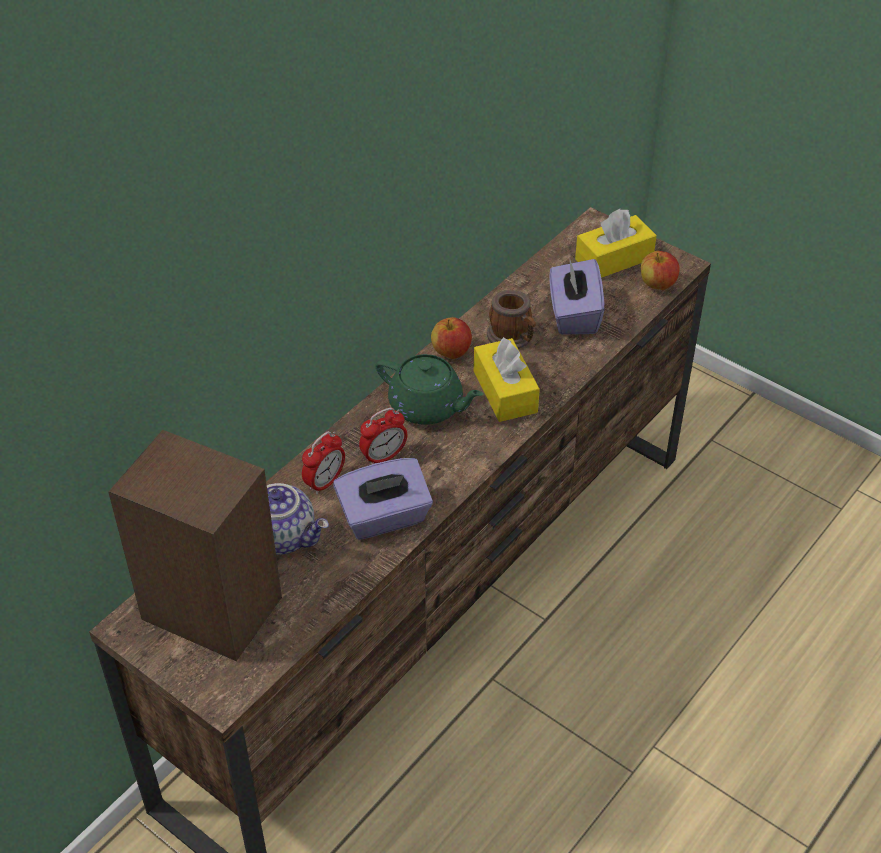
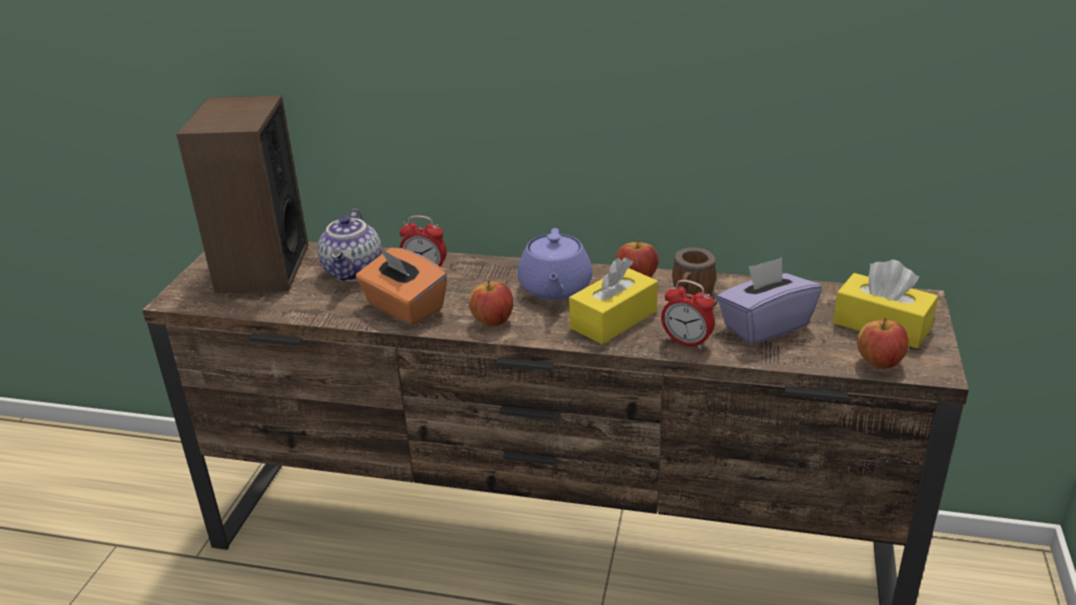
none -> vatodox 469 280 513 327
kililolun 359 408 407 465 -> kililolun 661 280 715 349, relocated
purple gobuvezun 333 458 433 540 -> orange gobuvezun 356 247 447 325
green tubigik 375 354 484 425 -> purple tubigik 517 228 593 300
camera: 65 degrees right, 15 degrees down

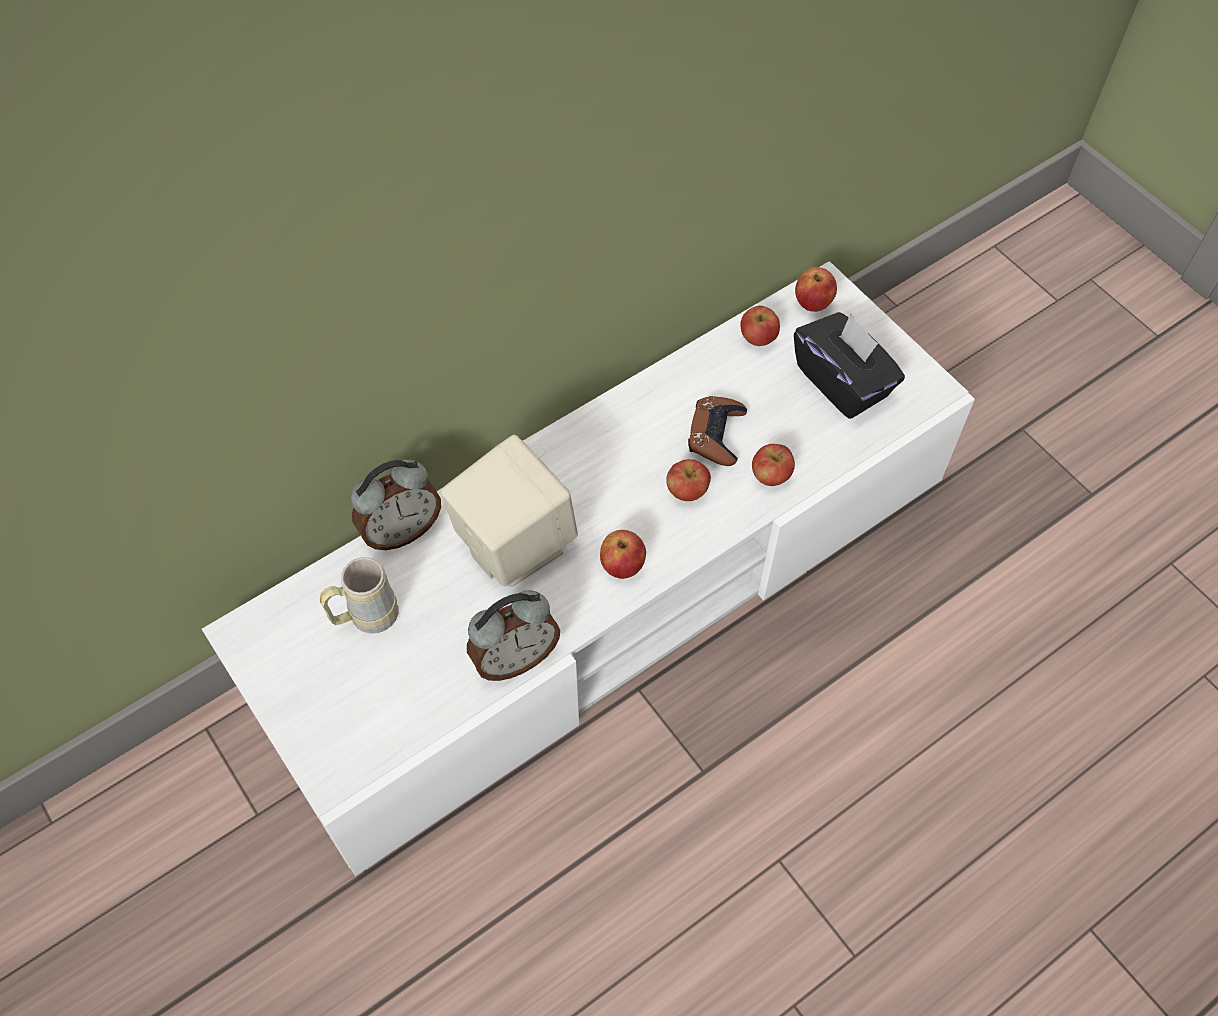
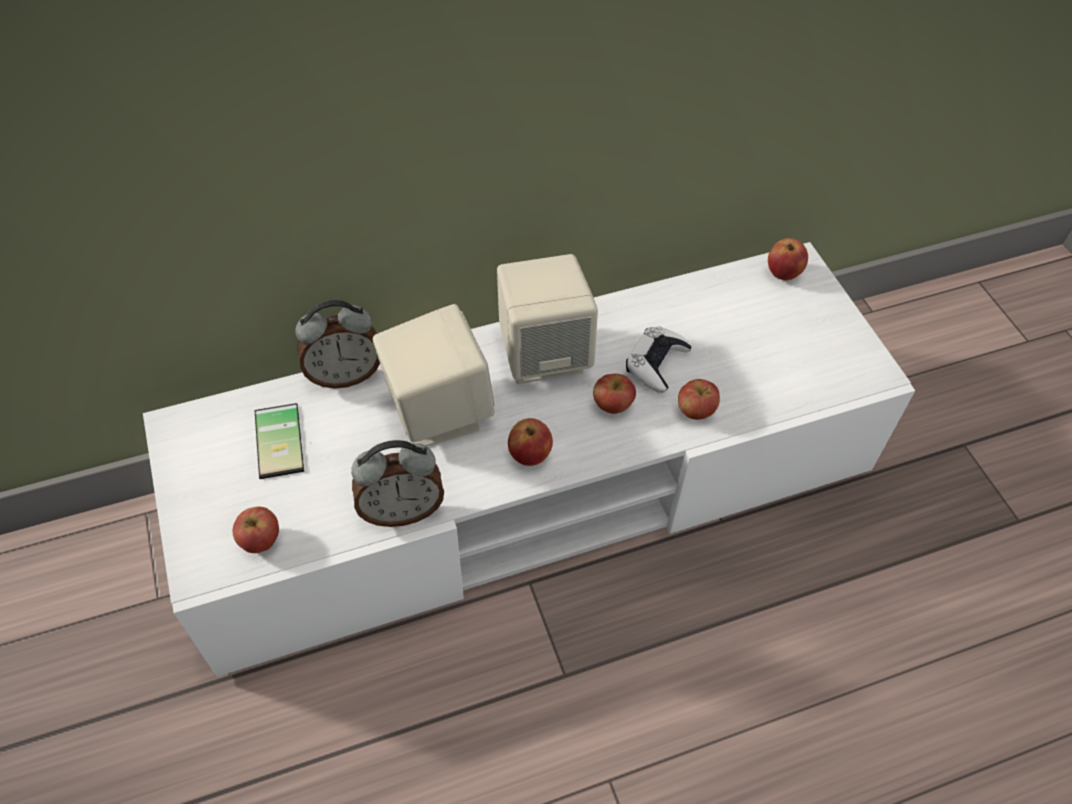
black gobuvezun 794 312 905 419 -> none
none -> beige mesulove 497 254 598 384
vatodox 740 306 780 346 -> vatodox 233 506 279 553, relocated
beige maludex 320 557 398 634 -> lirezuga 254 403 311 479
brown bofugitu 688 396 747 466 -> white bofugitu 626 326 691 393
camera: 15 degrees right, 5 degrees down

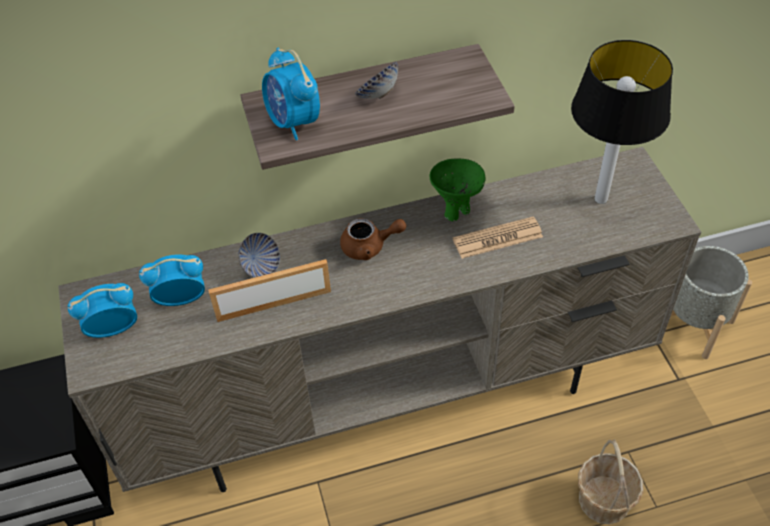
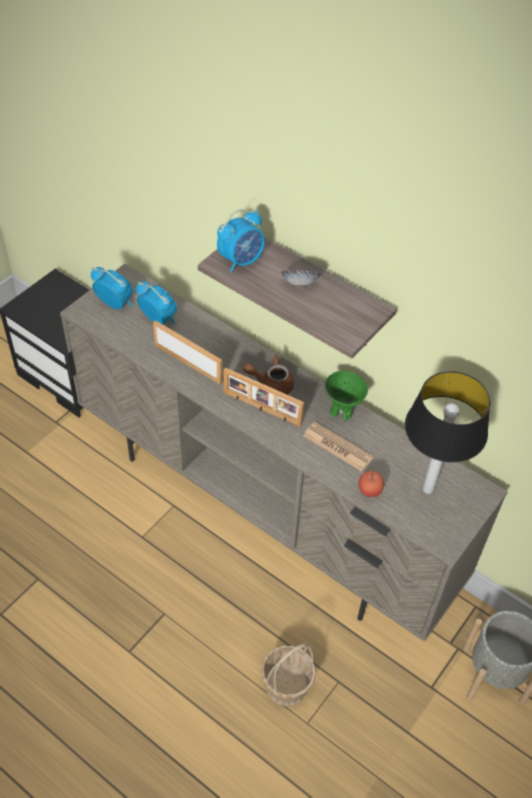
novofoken 238 233 280 278 -> none
none -> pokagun 224 368 304 427
none -> vatodox 359 471 384 497
kililolun 262 47 320 140 -> kililolun 217 210 265 273, 150 degrees counterclockwise
brown tubigik 340 218 406 260 -> brown tubigik 243 355 294 394, 135 degrees clockwise
camera: 50 degrees right, 0 degrees up

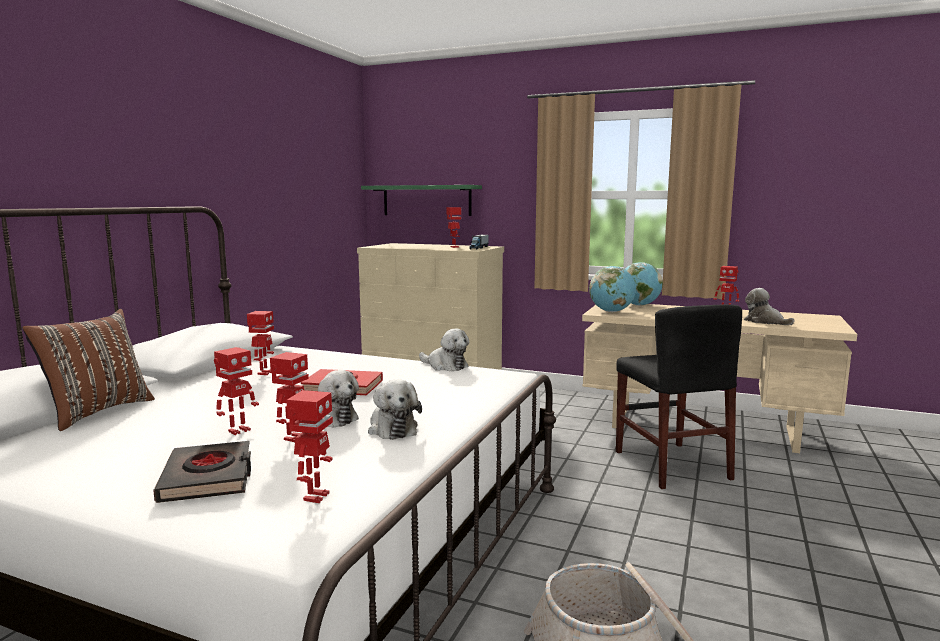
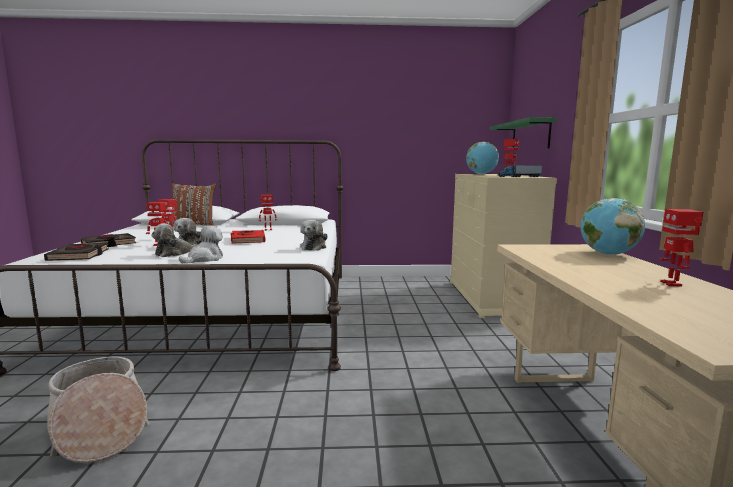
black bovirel 616 305 742 489 -> none
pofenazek 589 266 636 312 -> pofenazek 466 142 499 174, relocated
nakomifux 744 288 795 325 -> nakomifux 179 225 223 264, relocated
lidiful 287 390 333 503 -> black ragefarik 44 243 109 261
camera: 65 degrees right, 0 degrees up

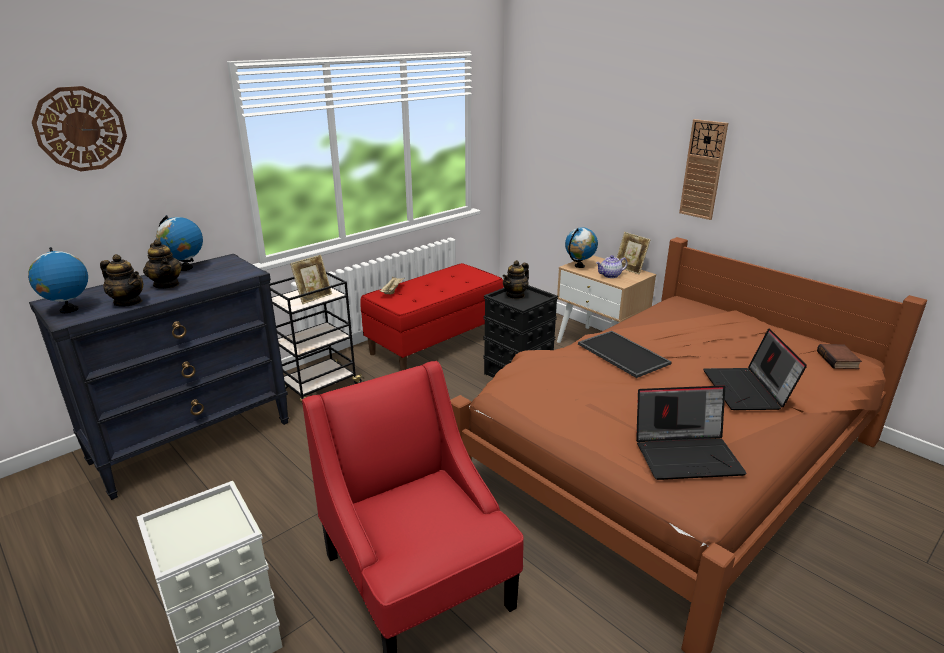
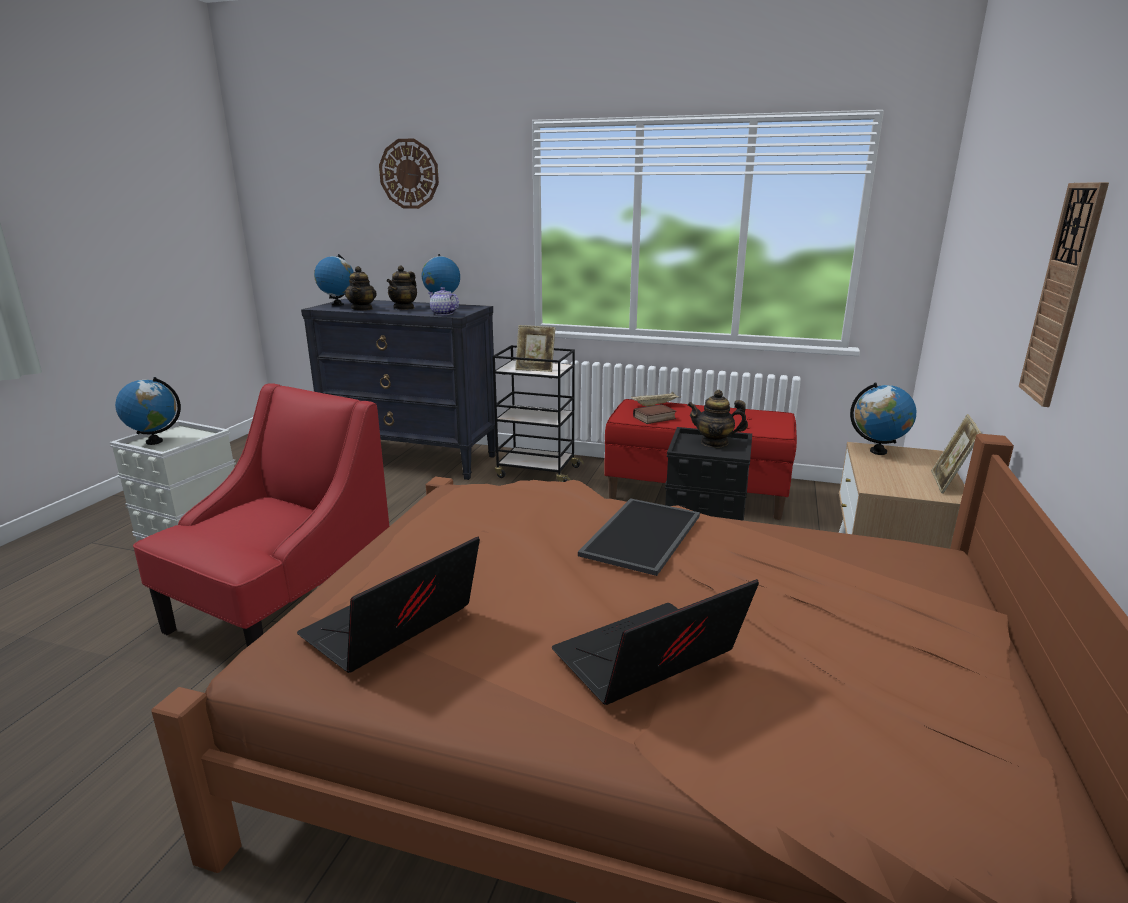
none -> pofenazek 115 377 181 445
tubigik 596 255 627 278 -> tubigik 428 287 459 315, relocated
ragefarik 817 344 862 369 -> ragefarik 633 404 676 424, relocated
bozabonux 636 386 747 480 -> bozabonux 297 537 480 673, 75 degrees clockwise
camera: 60 degrees right, 5 degrees down

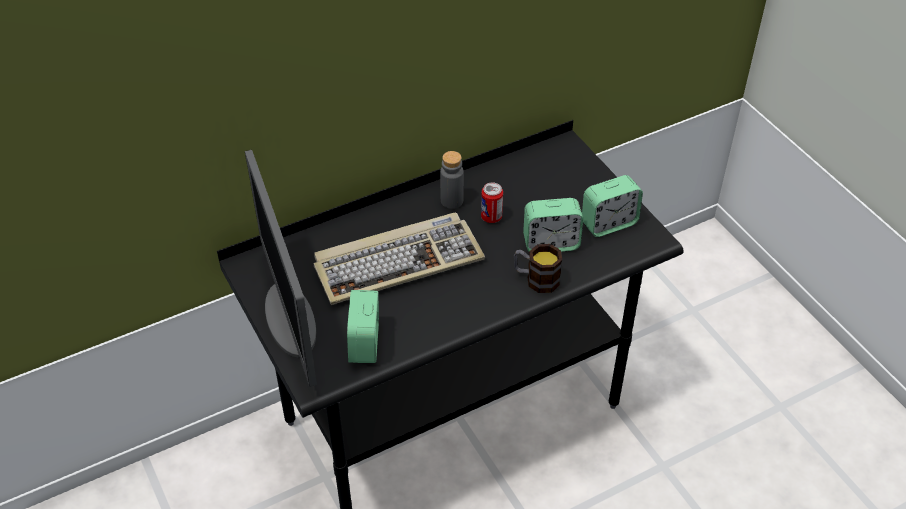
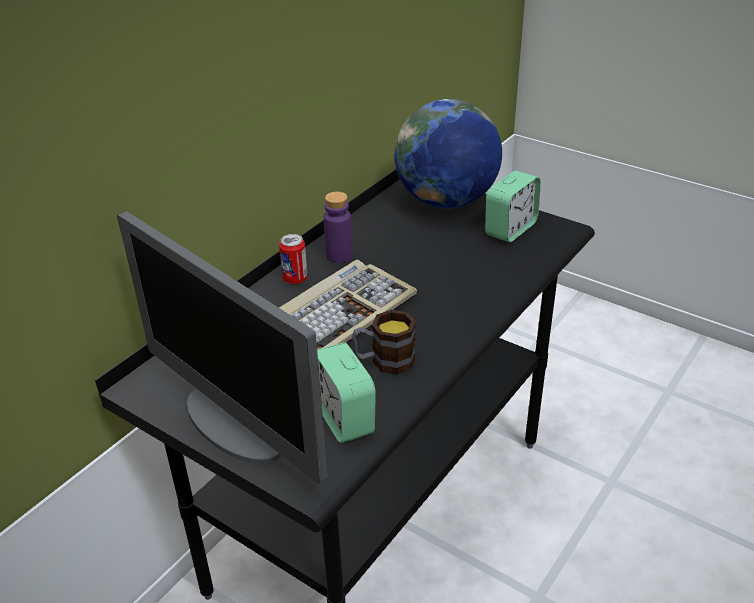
kililolun 523 198 583 252 -> none
none -> pofenazek 394 99 502 208
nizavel 481 183 503 223 -> nizavel 279 234 308 284, relocated
maludex 514 244 562 293 -> maludex 352 310 416 375, relocated
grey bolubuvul 440 151 464 209 -> purple bolubuvul 324 192 353 263
camera: 25 degrees left, 10 degrees down

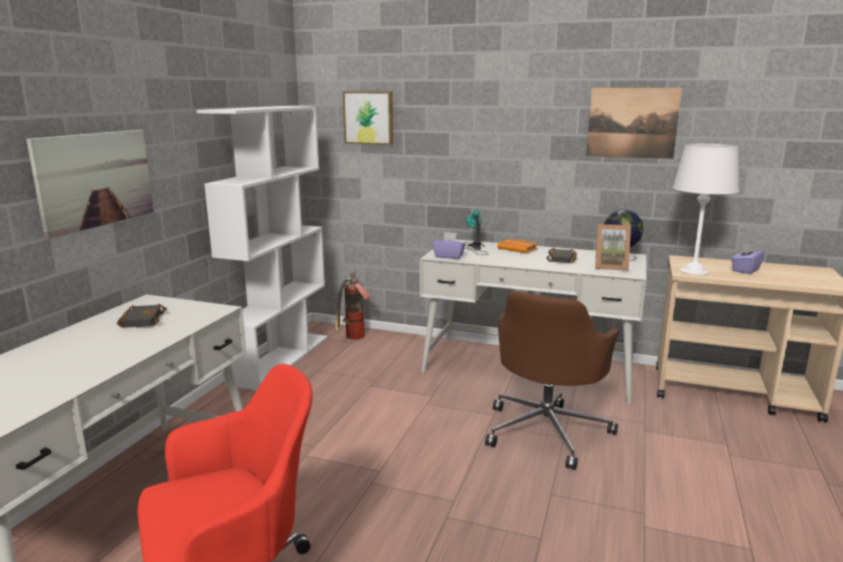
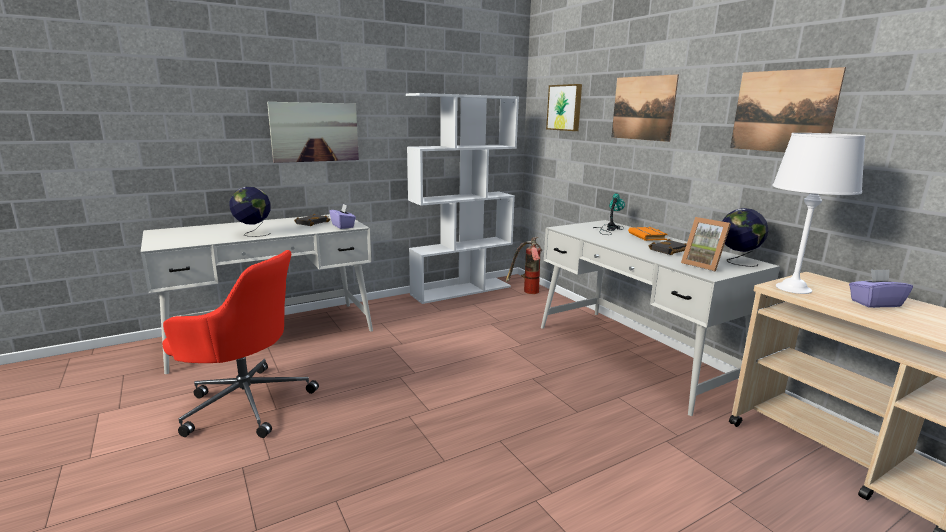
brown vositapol 485 291 620 470 -> none
none -> pofenazek 230 187 271 237
none -> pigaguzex 612 74 679 142
purple gobuvezun 432 232 466 259 -> purple gobuvezun 329 204 356 229, relocated
camera: 40 degrees right, 0 degrees up

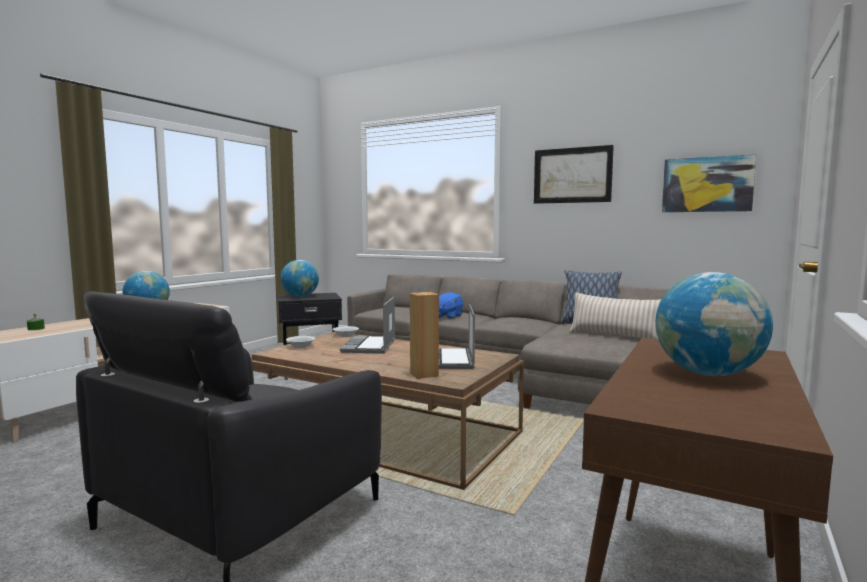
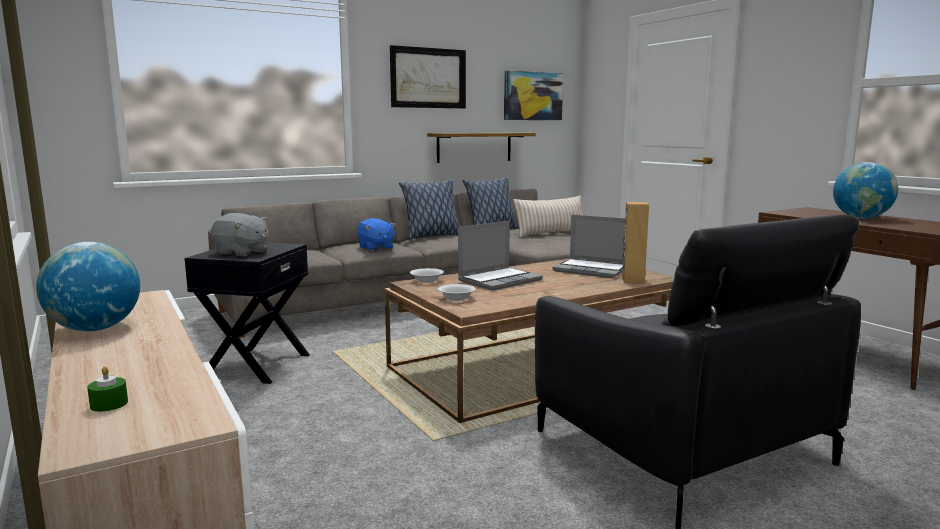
none -> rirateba 399 179 459 240
none -> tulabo 427 133 536 163
pofenazek 280 260 319 297 -> grey nakomifux 211 213 268 256
bozabonux 340 297 395 354 -> bozabonux 458 221 543 290, 75 degrees counterclockwise
camera: 60 degrees left, 5 degrees up

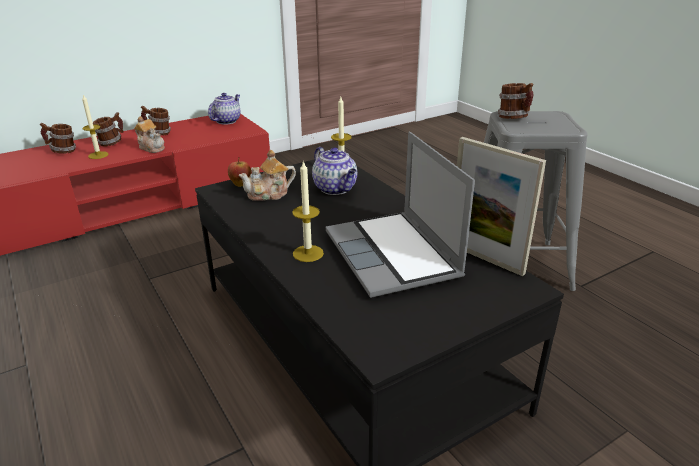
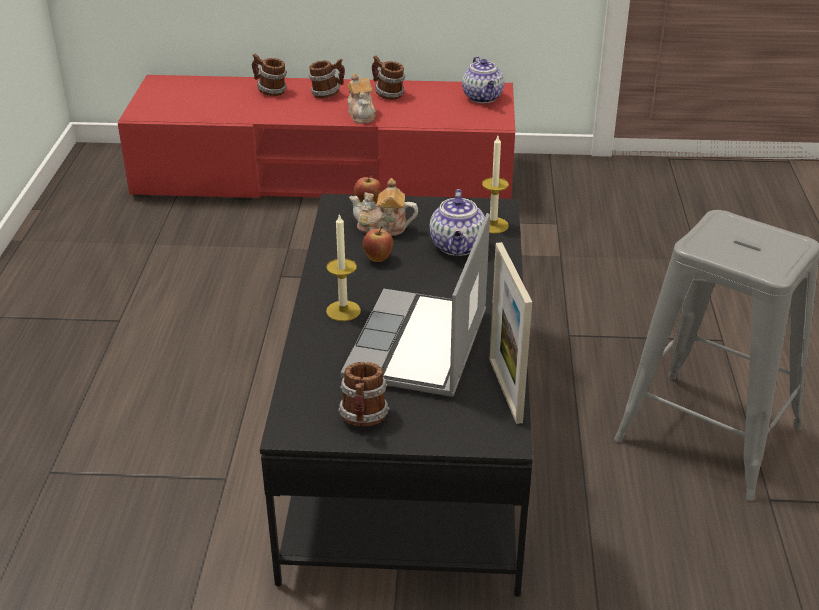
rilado 82 95 109 159 -> none
none -> vatodox 363 226 393 262
maludex 498 83 534 119 -> maludex 338 362 389 426, relocated
tubigik 208 93 240 125 -> tubigik 462 56 504 103, 105 degrees clockwise
camera: 35 degrees right, 5 degrees up

